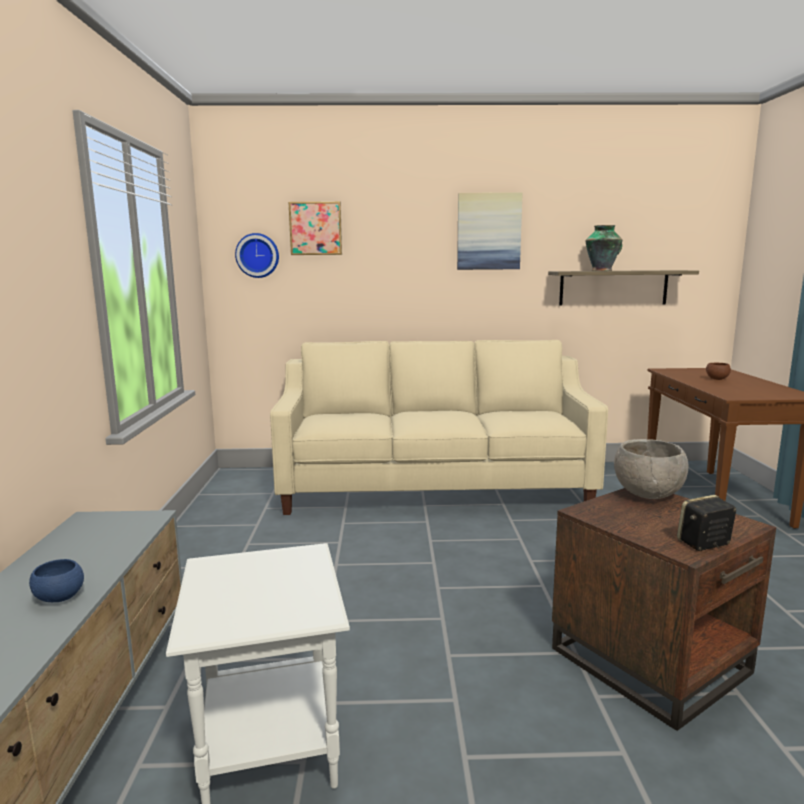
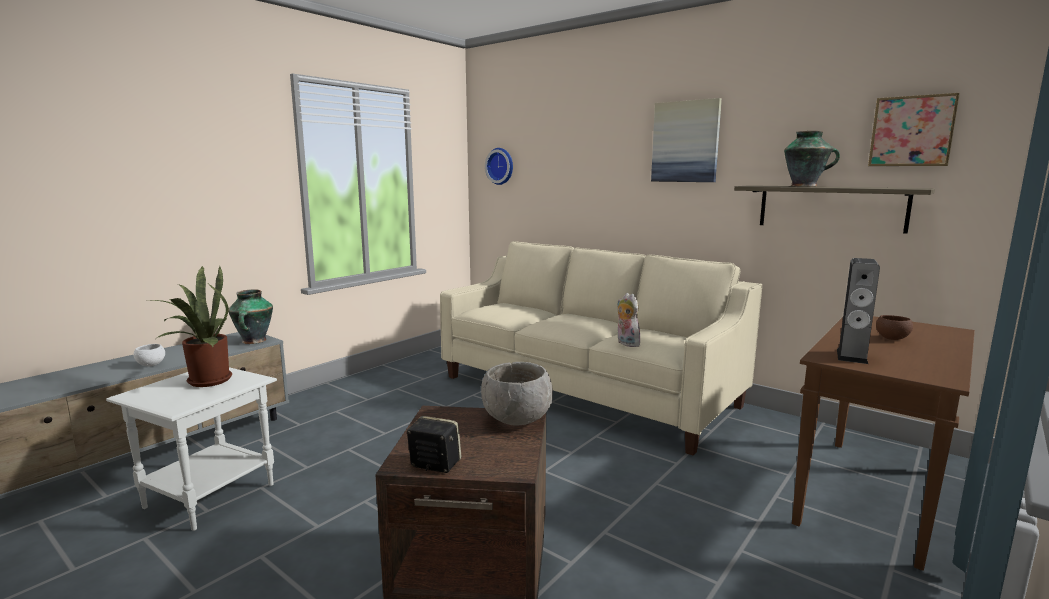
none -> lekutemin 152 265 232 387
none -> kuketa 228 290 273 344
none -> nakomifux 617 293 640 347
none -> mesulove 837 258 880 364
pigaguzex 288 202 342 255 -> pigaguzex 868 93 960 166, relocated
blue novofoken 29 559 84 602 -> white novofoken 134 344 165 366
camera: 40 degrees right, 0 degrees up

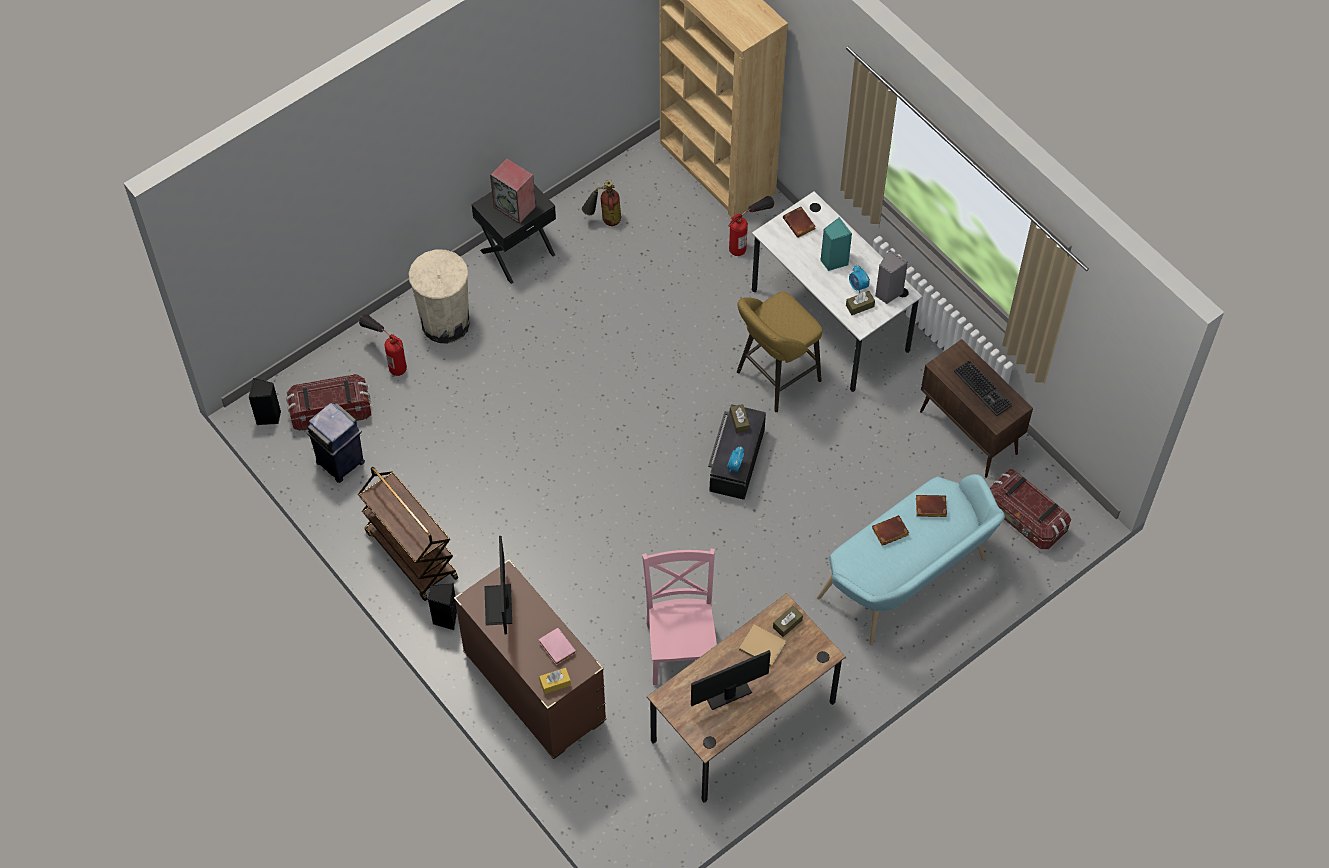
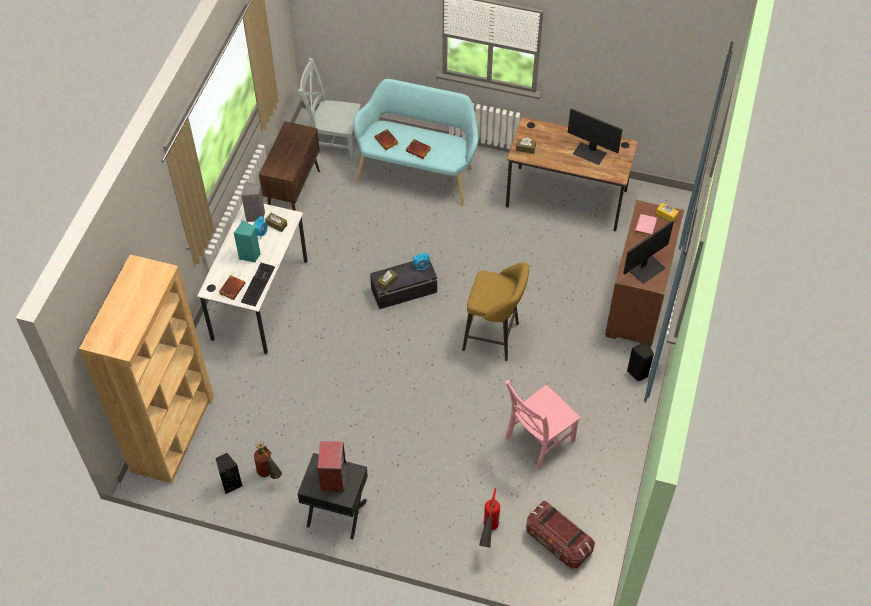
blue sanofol 306 403 365 483 -> none
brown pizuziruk 358 467 458 601 -> none
beige sanofol 409 250 470 343 -> none
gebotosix 728 196 774 256 -> none
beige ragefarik 739 625 786 666 -> none
black mesulove 249 378 281 425 -> black mesulove 216 453 243 494, relocated
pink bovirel 642 548 717 685 -> pink bovirel 505 380 580 470, relocated
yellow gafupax 737 291 822 412 -> yellow gafupax 462 262 529 361, relocated
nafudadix 954 360 1012 416 -> nafudadix 241 263 275 306, relocated
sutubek 990 469 1071 549 -> grey bovirel 298 58 361 161
camera: 125 degrees left, 5 degrees down

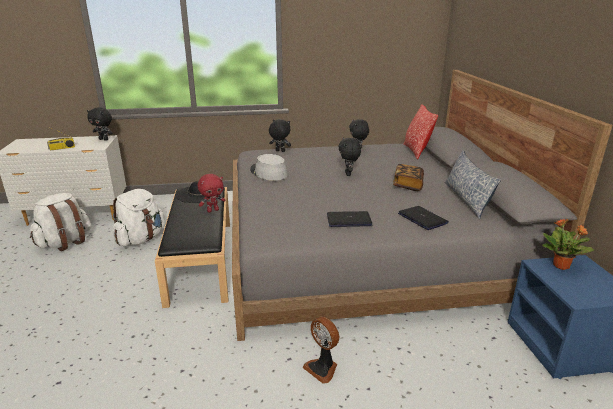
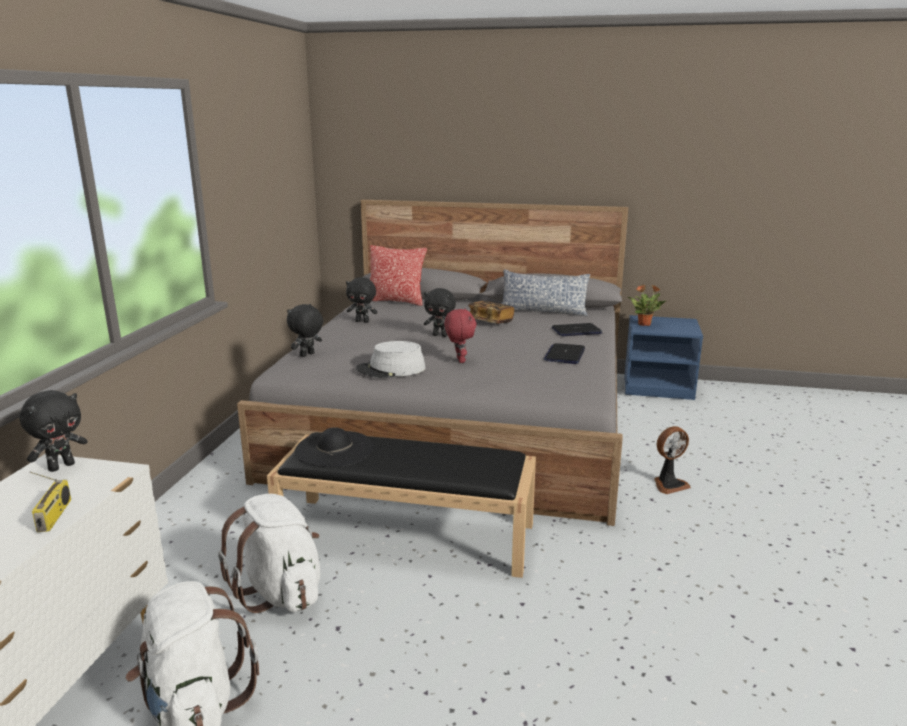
red nakomifux 198 174 225 212 -> red nakomifux 444 309 477 363, relocated
camera: 70 degrees left, 5 degrees down

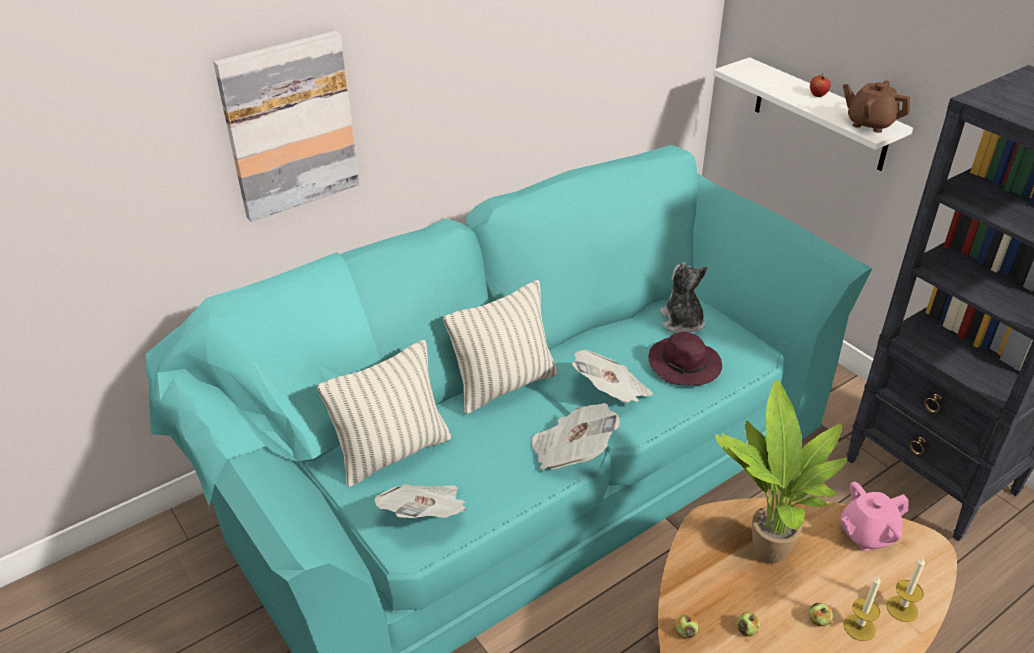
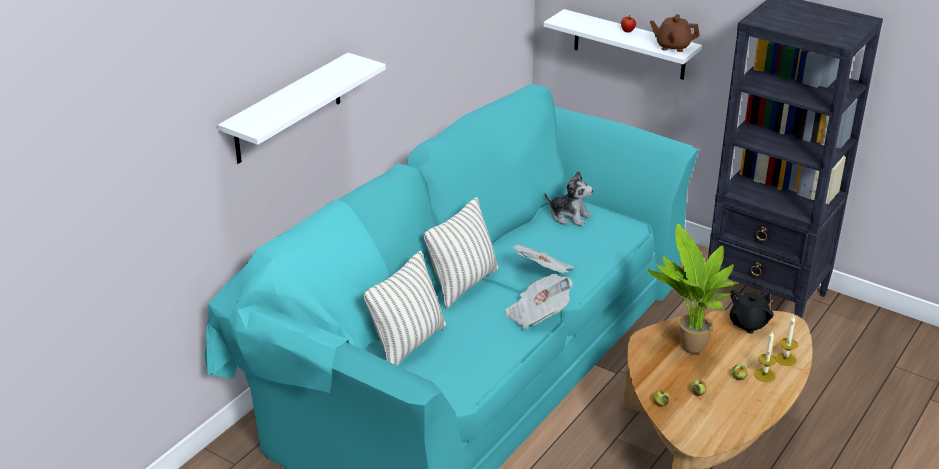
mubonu 374 484 466 518 -> none
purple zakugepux 648 332 722 385 -> none
pigaguzex 213 31 359 222 -> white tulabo 218 53 386 164
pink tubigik 840 482 909 551 -> black tubigik 730 290 774 334
nakomifux 660 262 707 333 -> nakomifux 545 170 593 227, 150 degrees clockwise
camera: 20 degrees left, 5 degrees down

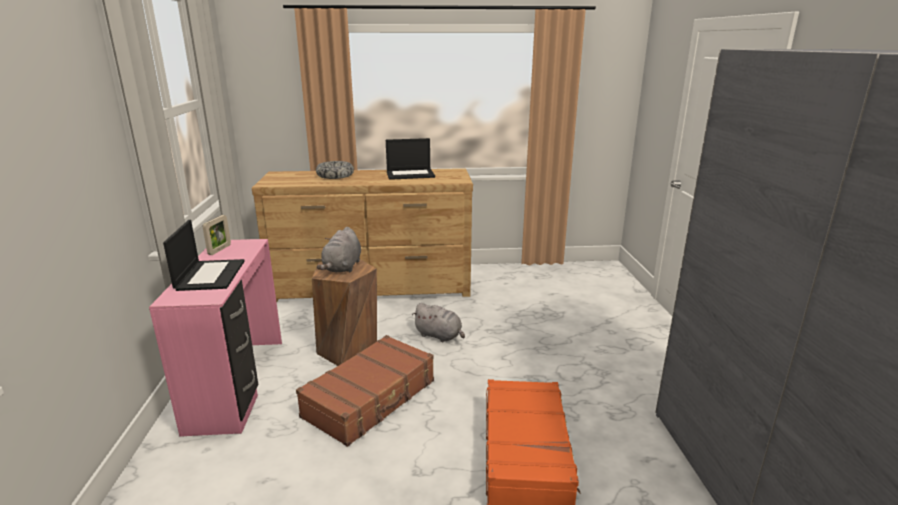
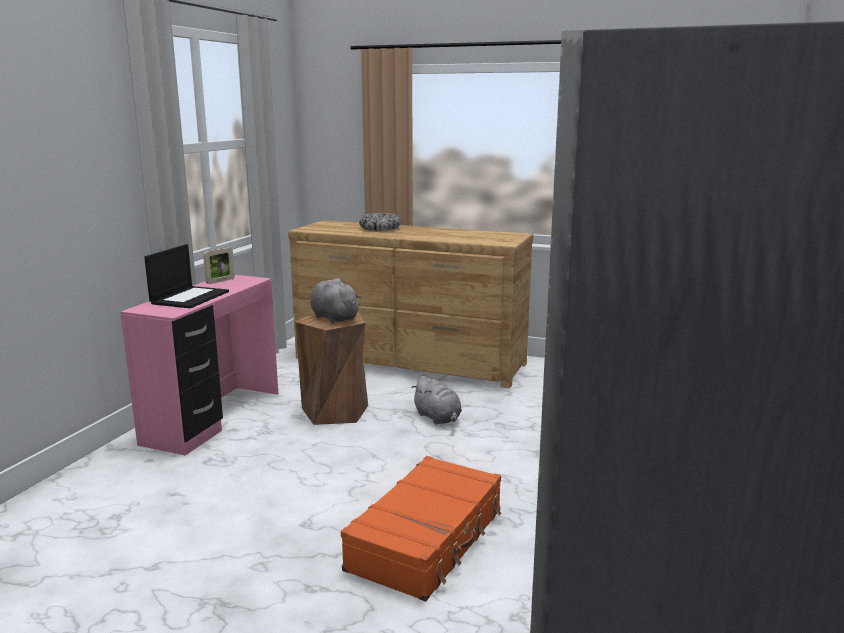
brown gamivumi 296 335 434 447 -> none
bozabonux 386 138 435 180 -> none
grey nakomifux 317 227 361 273 -> grey nakomifux 310 278 361 323, 105 degrees clockwise
camera: 25 degrees right, 5 degrees down

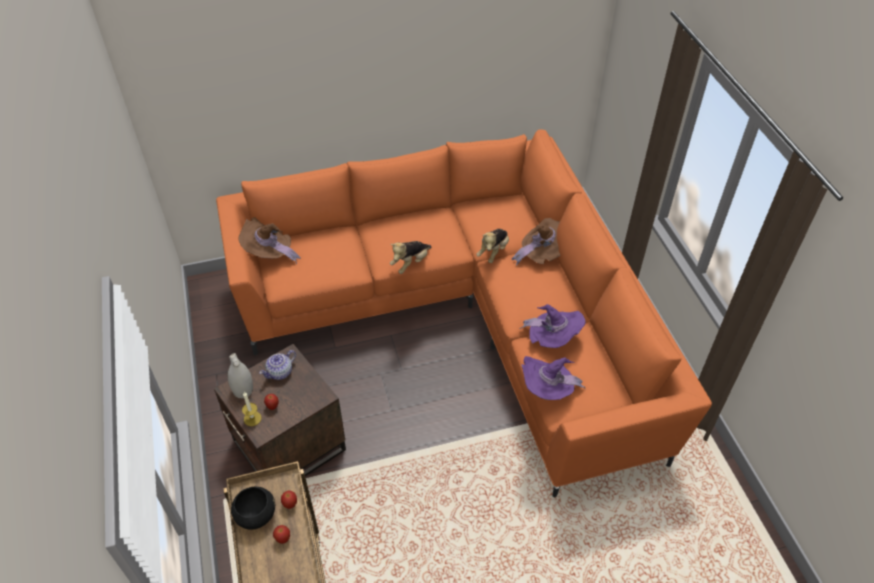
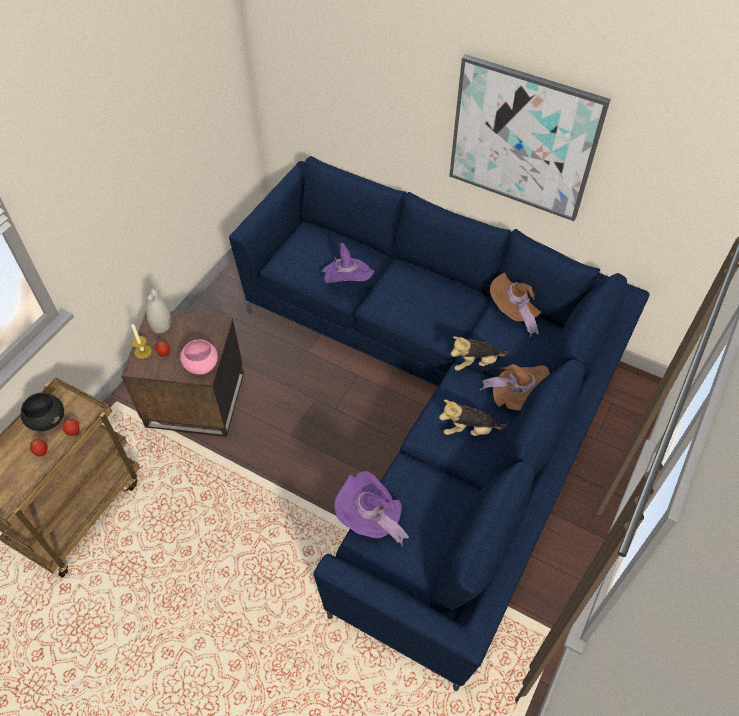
tubigik 259 350 296 380 -> none
none -> pink novofoken 180 339 218 375
none -> pigaguzex 449 54 611 221
brown zakugepux 238 217 301 264 -> brown zakugepux 490 272 541 337, relocated
nakomifux 390 241 431 274 -> nakomifux 439 400 507 436, relocated
purple zakugepux 519 304 586 348 -> purple zakugepux 322 243 374 283, relocated
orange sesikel 216 130 712 497 -> blue sesikel 229 156 650 691
camera: 45 degrees right, 5 degrees up

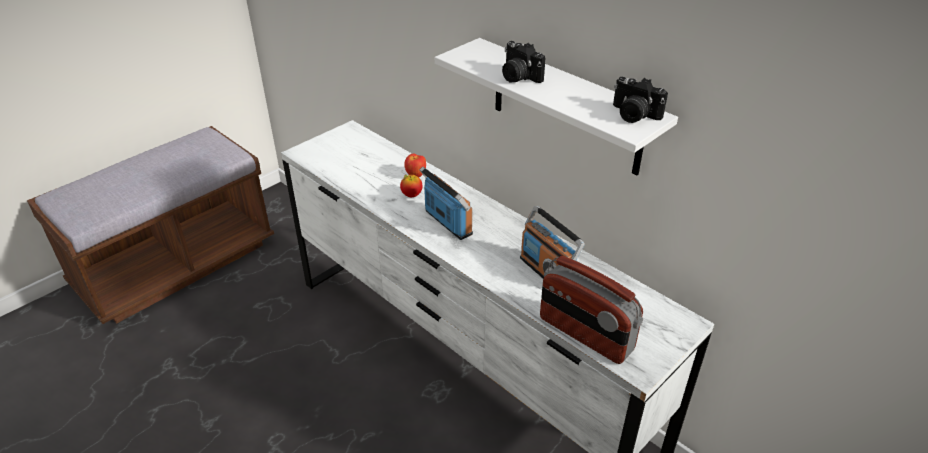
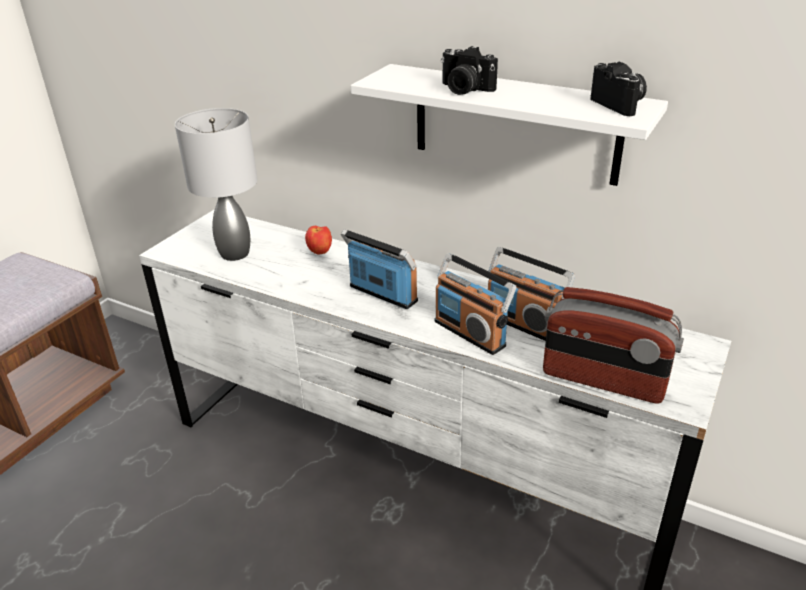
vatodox 400 175 422 197 -> none
none -> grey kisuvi 175 108 258 261
none -> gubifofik 435 253 516 355
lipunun 613 77 668 123 -> lipunun 591 62 647 116, 135 degrees counterclockwise
camera: 15 degrees left, 5 degrees down

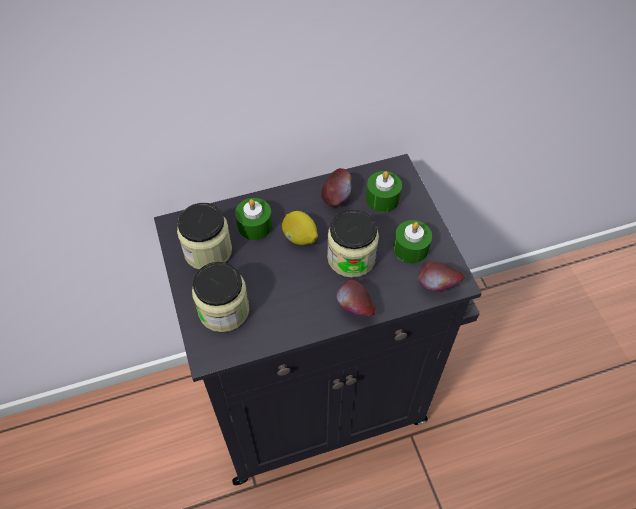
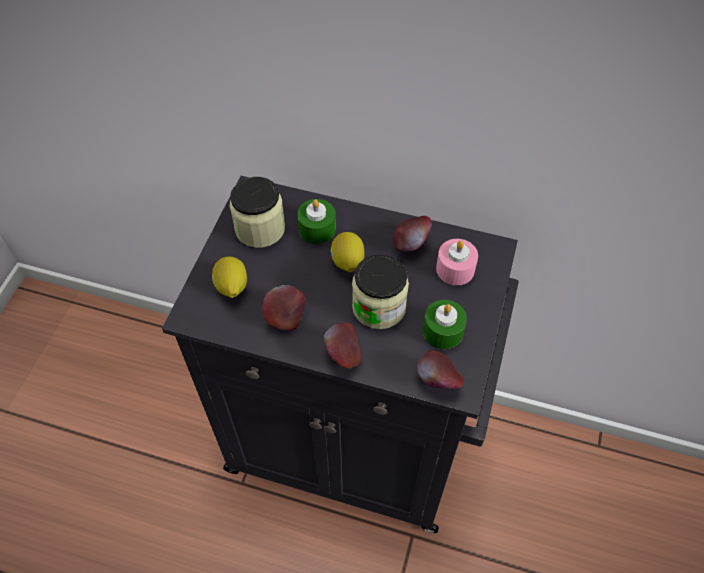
none -> vatodox 262 285 306 331
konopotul 192 262 250 332 -> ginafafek 212 257 247 298
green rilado 366 171 402 212 -> pink rilado 436 239 478 285
camera: 35 degrees right, 0 degrees up

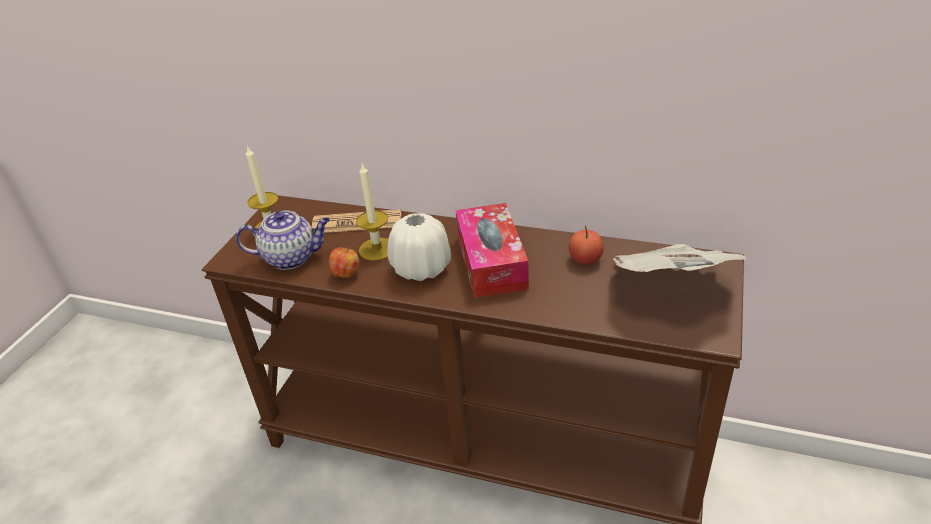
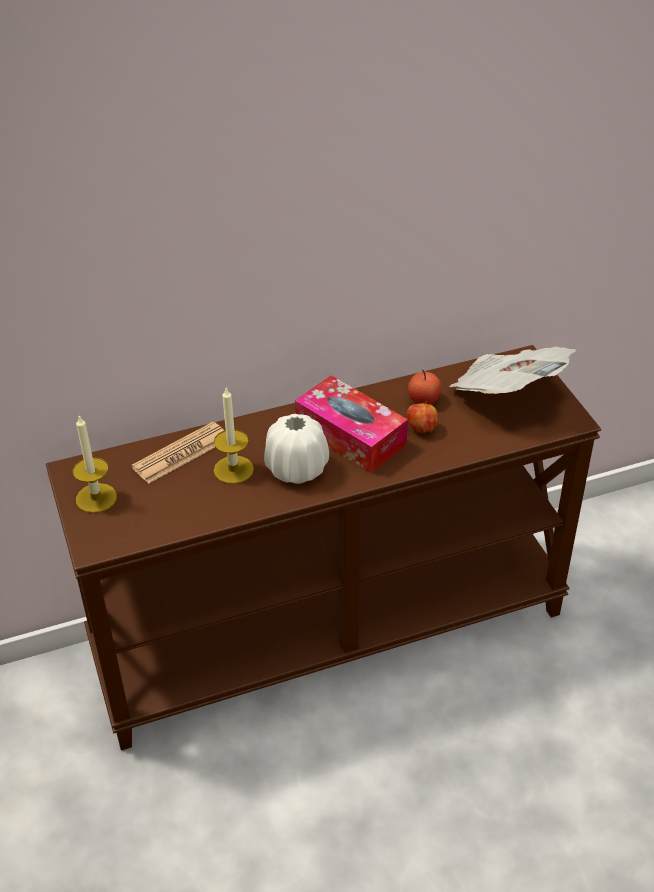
tubigik 236 211 330 270 -> none
vatodox 329 247 359 278 -> vatodox 407 401 438 433, relocated
camera: 40 degrees left, 5 degrees up

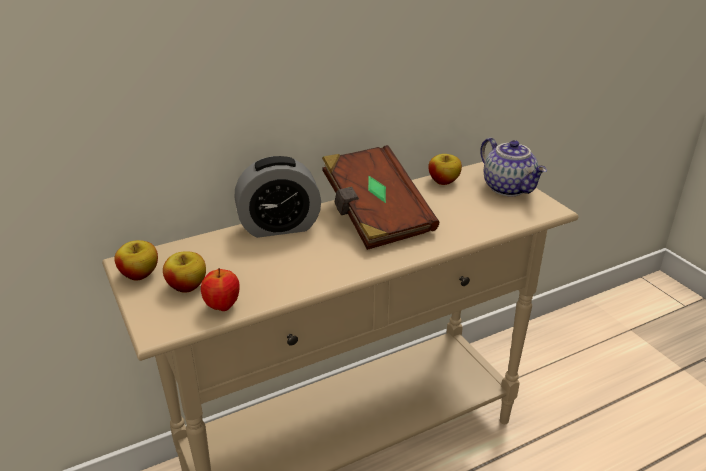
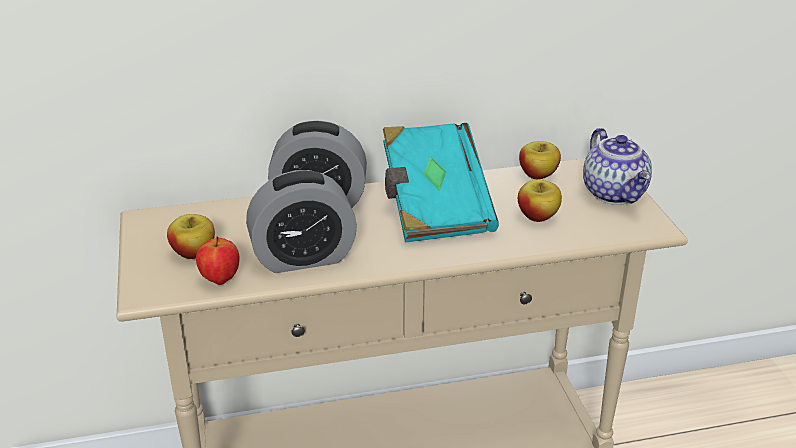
none -> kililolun 246 170 357 273
vatodox 114 240 158 280 -> vatodox 518 180 562 222, relocated
brown ragefarik 322 145 439 250 -> turquoise ragefarik 383 123 499 243
camera: 15 degrees right, 0 degrees up

